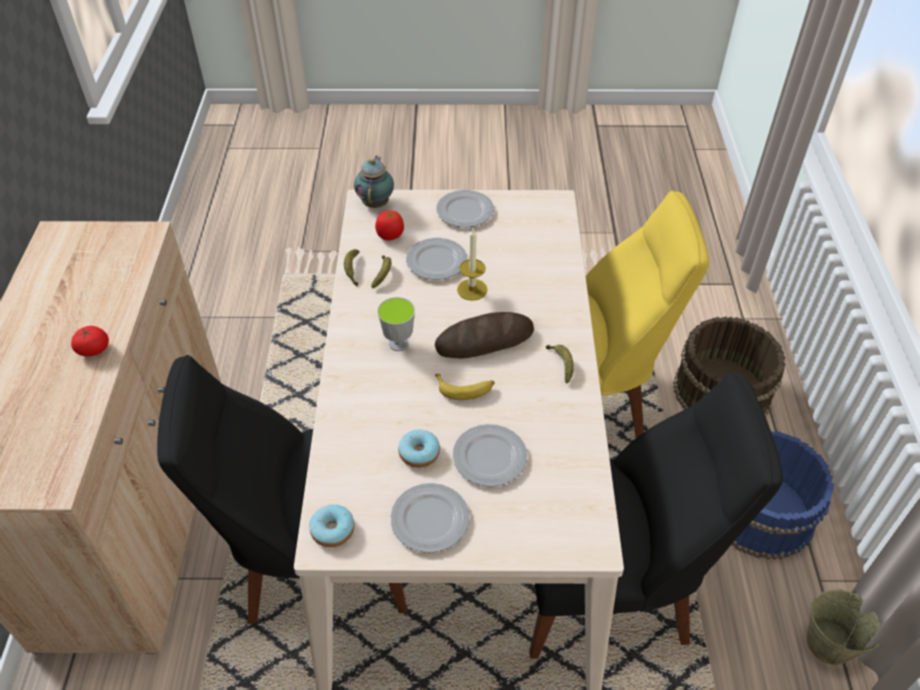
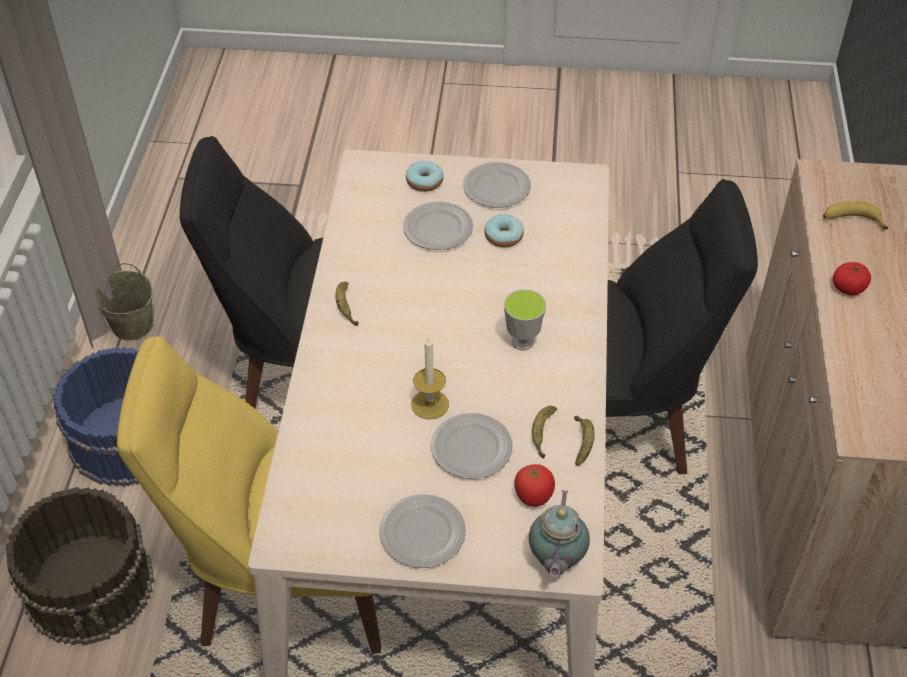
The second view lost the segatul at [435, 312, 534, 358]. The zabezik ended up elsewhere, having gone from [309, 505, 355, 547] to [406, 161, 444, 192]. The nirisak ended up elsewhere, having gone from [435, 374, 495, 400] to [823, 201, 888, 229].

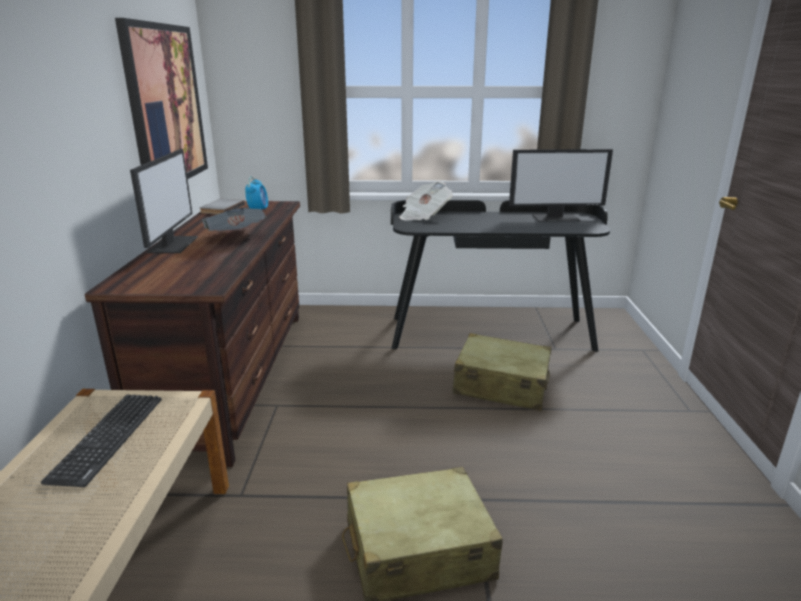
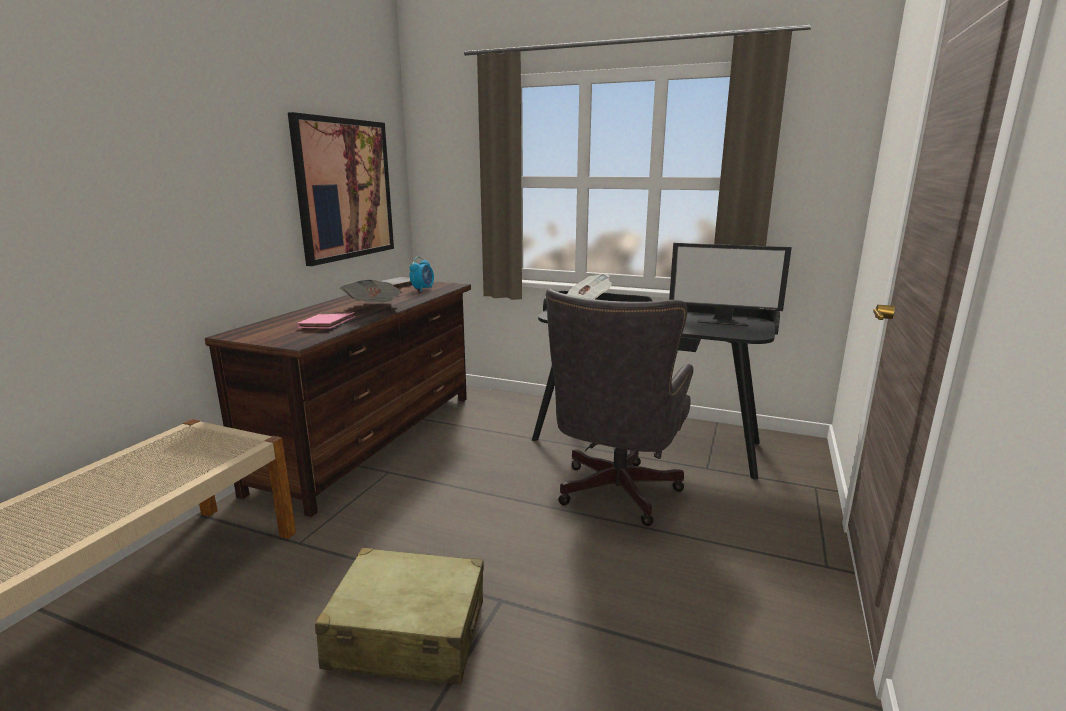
The second view lost the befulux at [41, 395, 162, 487]. The second view lost the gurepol at [130, 149, 198, 253]. The second view gained the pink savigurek at [297, 312, 355, 329]. Where the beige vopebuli stood at [453, 333, 551, 411], the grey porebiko came to stand at [546, 288, 693, 526].

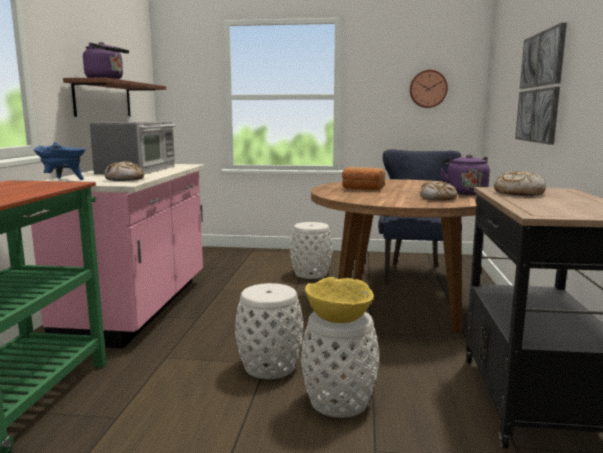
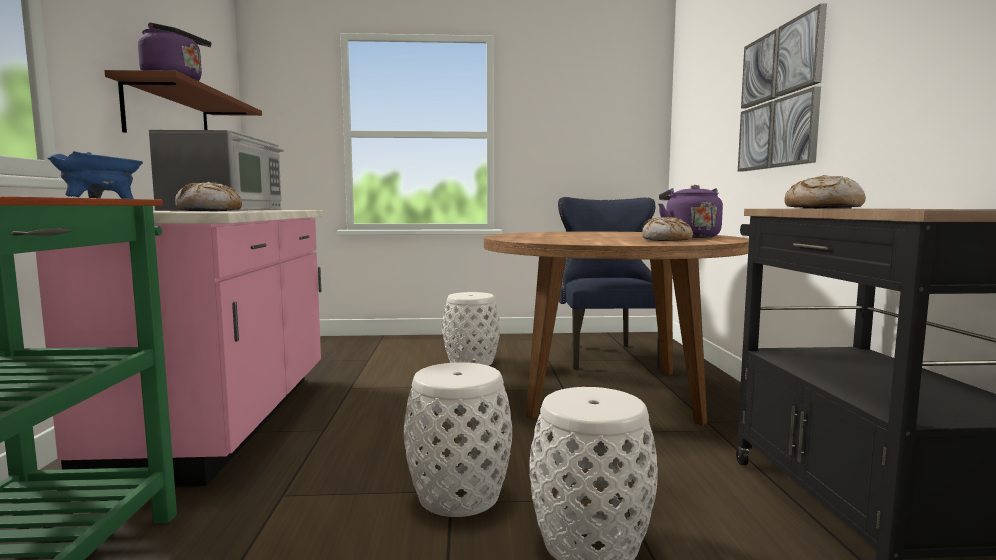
The second view lost the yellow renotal at [305, 277, 374, 323]. The second view lost the segatul at [342, 167, 385, 190]. The second view lost the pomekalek at [410, 70, 448, 108].

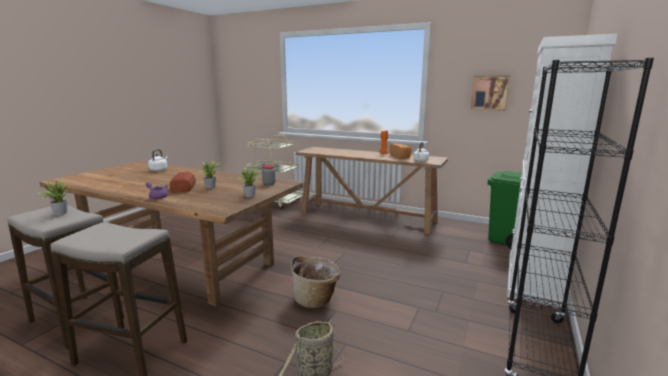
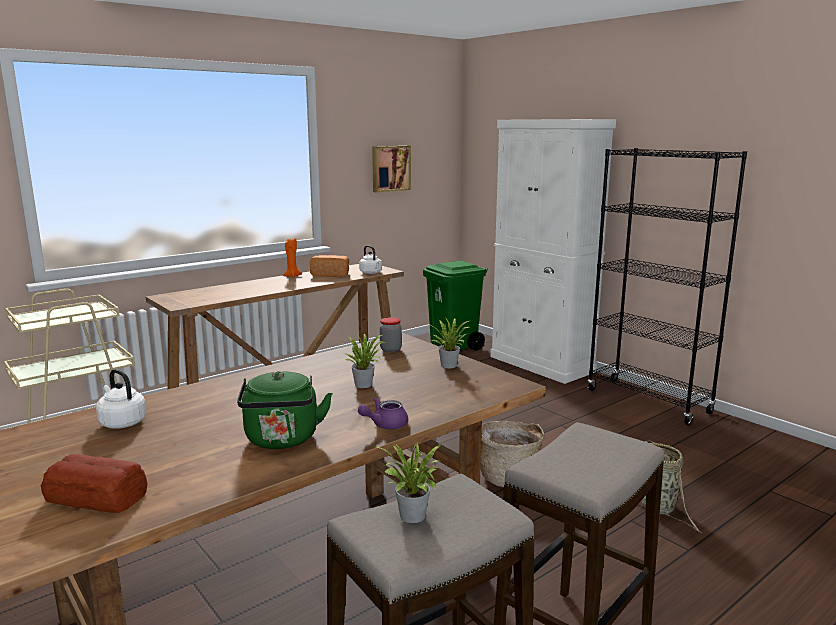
The second view gained the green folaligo at [237, 371, 332, 449]. The segatul ended up elsewhere, having gone from [170, 172, 196, 193] to [41, 454, 147, 513].

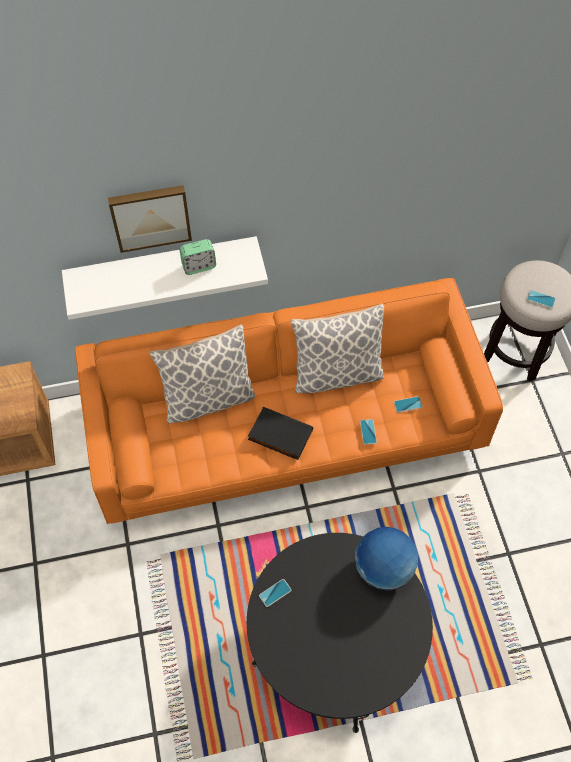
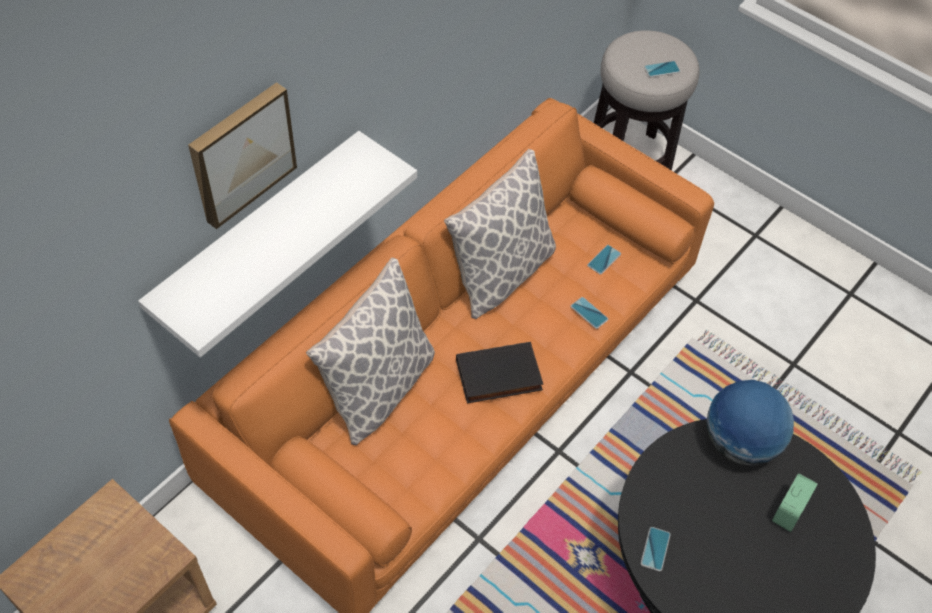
The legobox ended up elsewhere, having gone from [179, 239, 216, 275] to [772, 473, 818, 532].

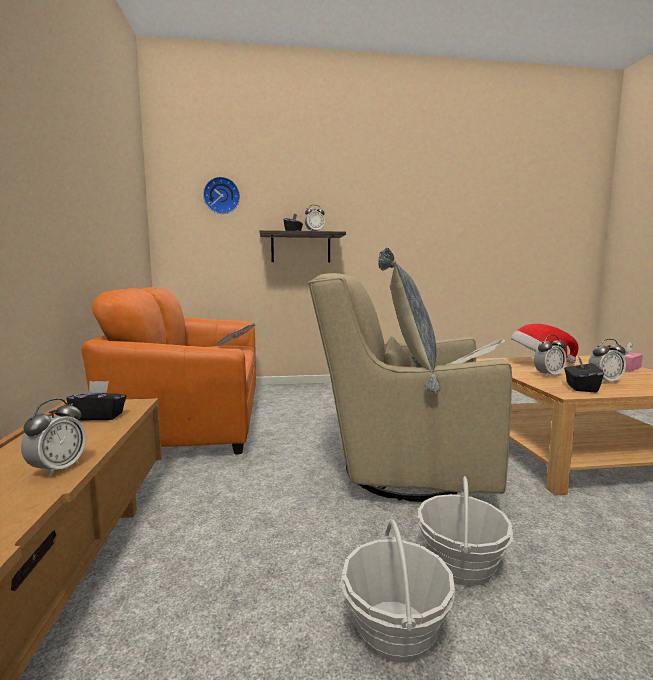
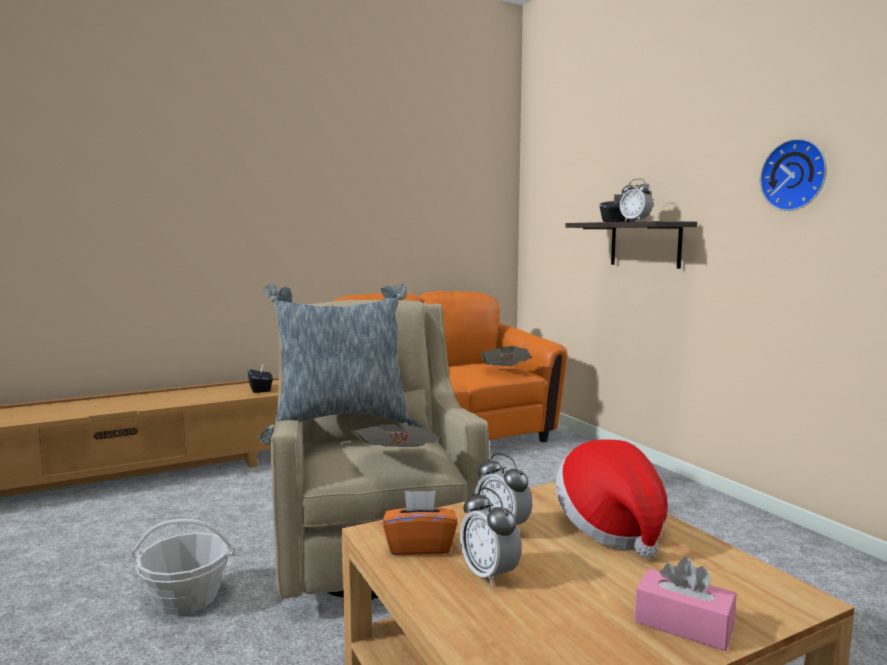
The second view lost the legobox at [21, 398, 86, 477]. The second view lost the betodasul at [341, 519, 455, 662]. The pomekalek ended up elsewhere, having gone from [203, 177, 240, 214] to [760, 138, 827, 211]. What was the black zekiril at [564, 357, 604, 392] turned into the orange zekiril at [382, 491, 458, 555].

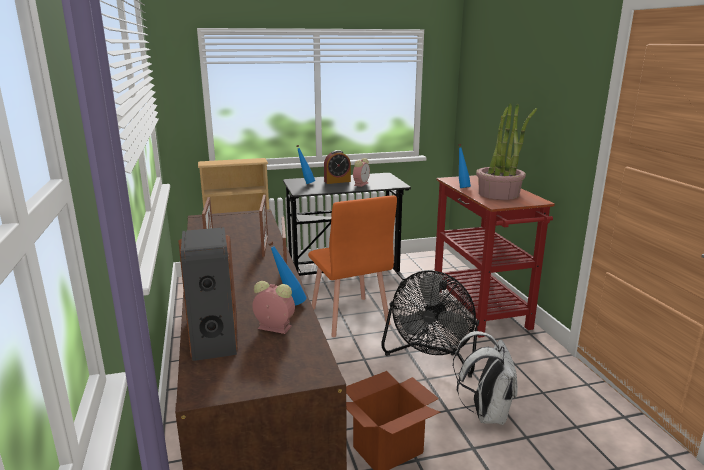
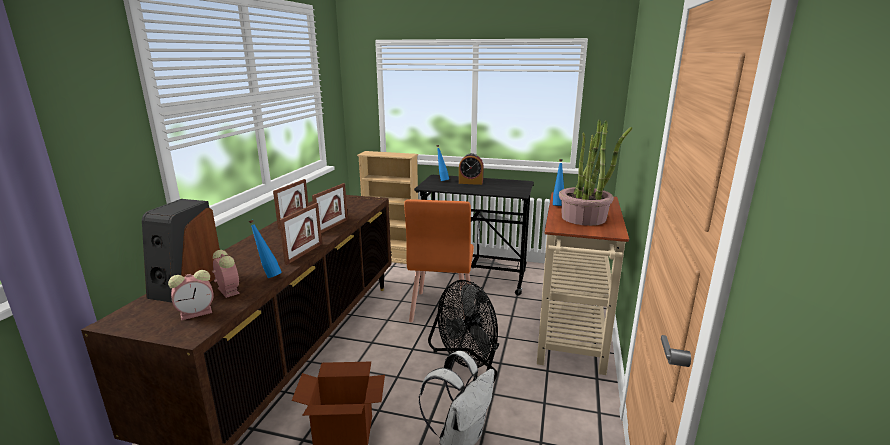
The legobox ended up elsewhere, having gone from [353, 158, 370, 187] to [168, 270, 214, 321]. What was the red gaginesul at [434, 175, 555, 338] turned into the beige gaginesul at [537, 192, 629, 375].

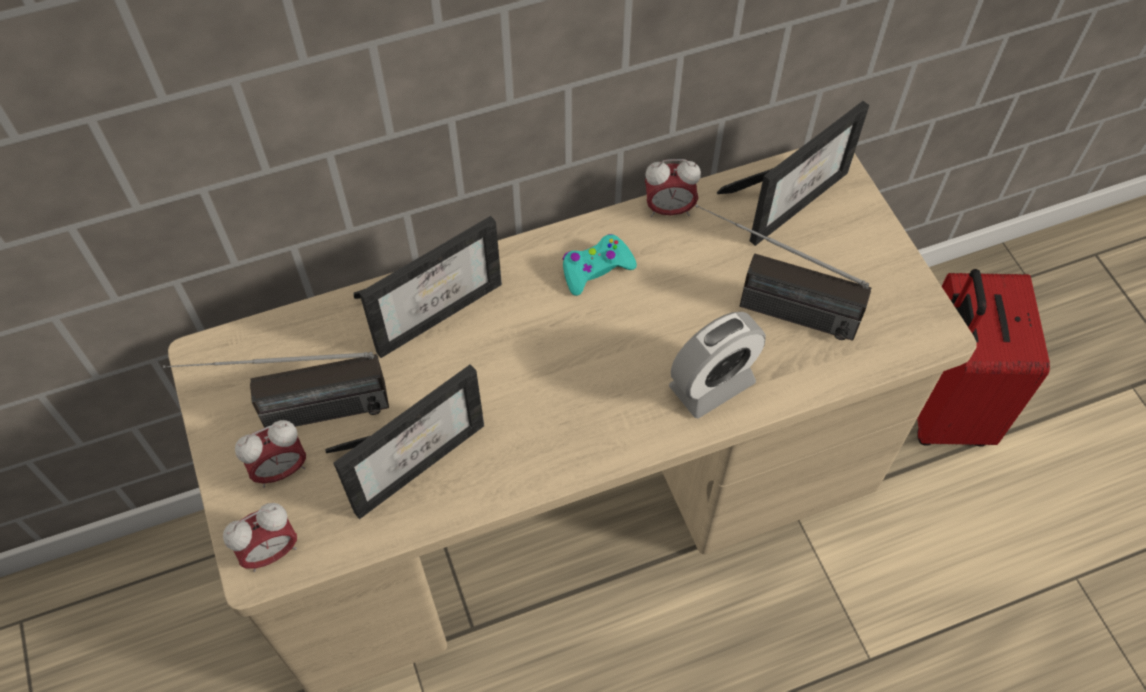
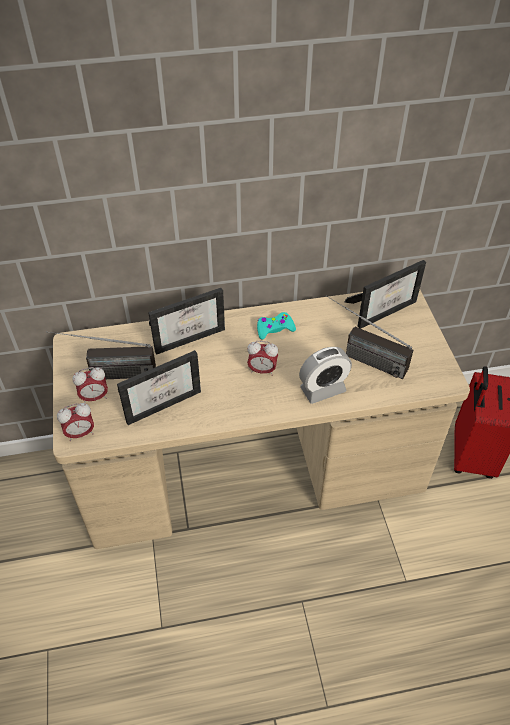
The legobox ended up elsewhere, having gone from [645, 159, 701, 217] to [247, 341, 278, 376].

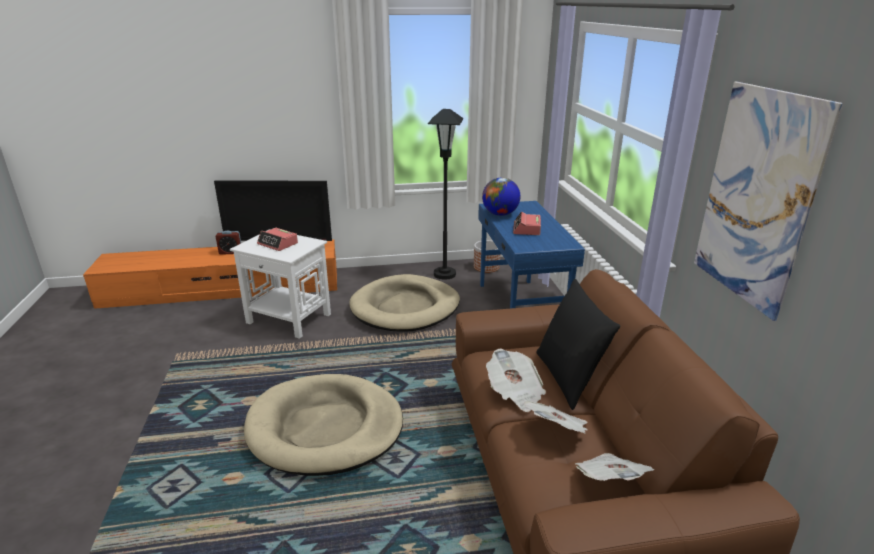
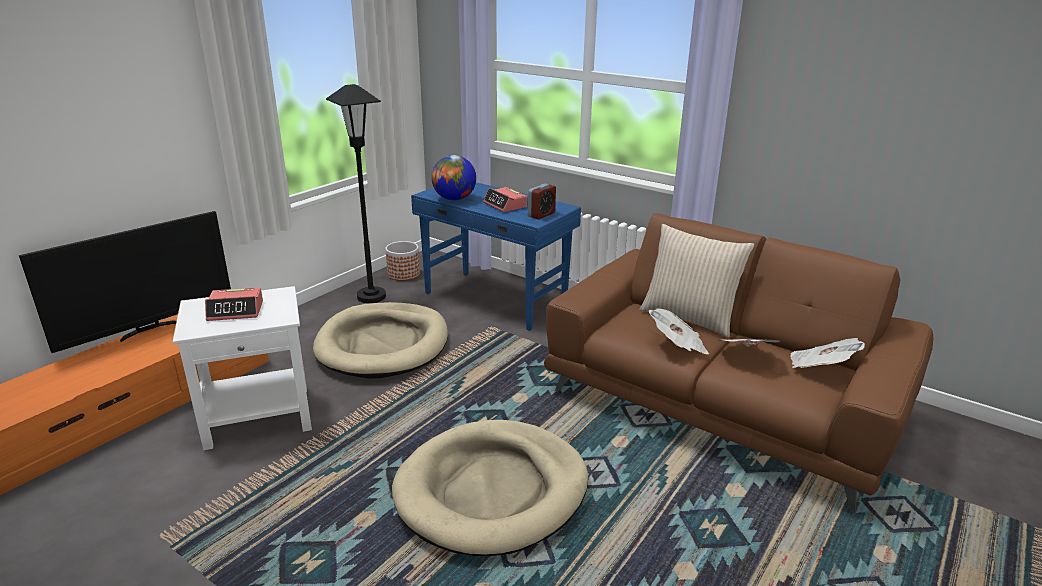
The second view lost the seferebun at [694, 81, 843, 321]. The legobox ended up elsewhere, having gone from [216, 231, 241, 255] to [528, 184, 556, 219]. What was the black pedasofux at [536, 279, 620, 410] turned into the beige pedasofux at [640, 224, 754, 338].

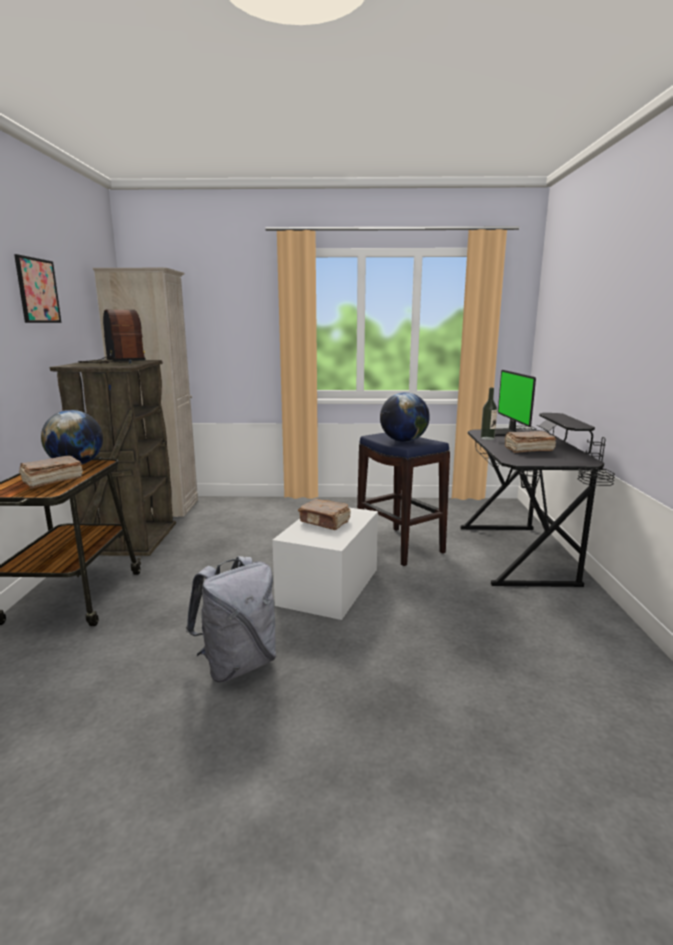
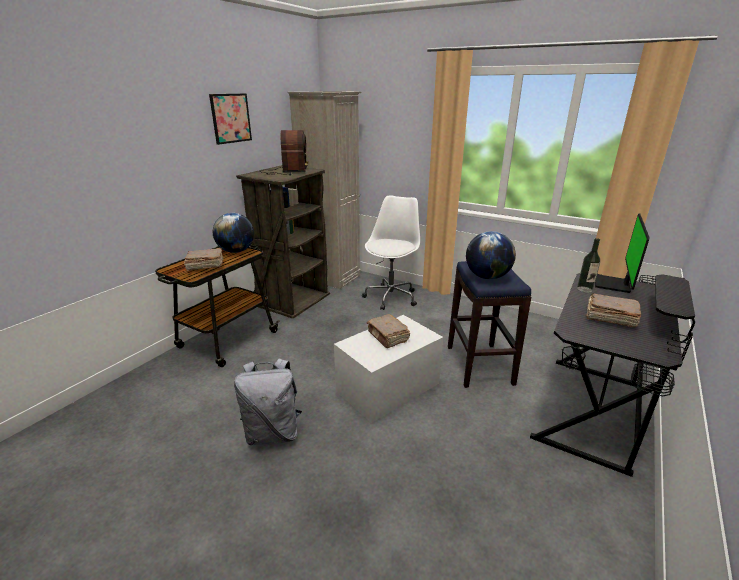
The second view gained the white porebiko at [362, 195, 420, 310].

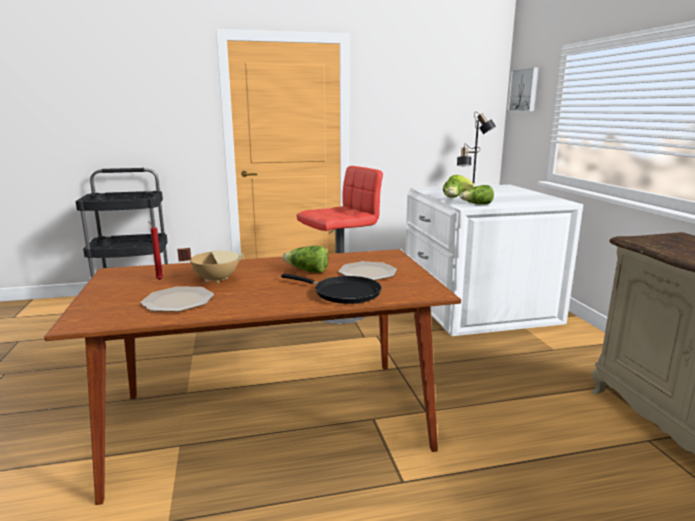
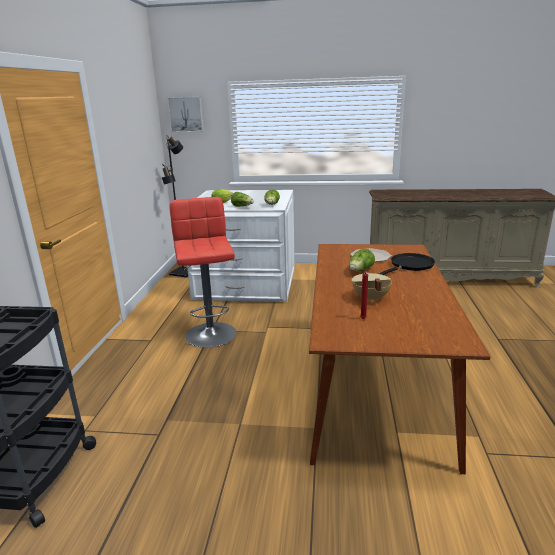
The second view lost the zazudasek at [141, 286, 214, 312].

